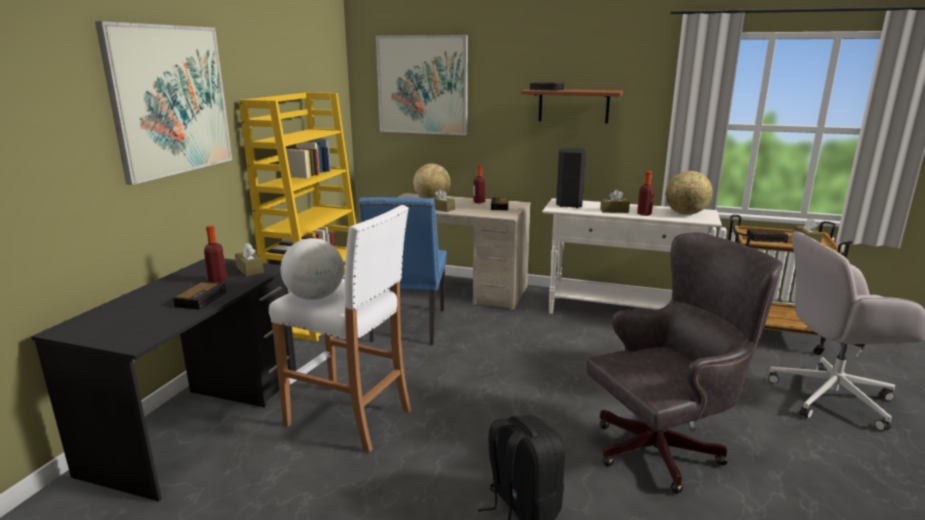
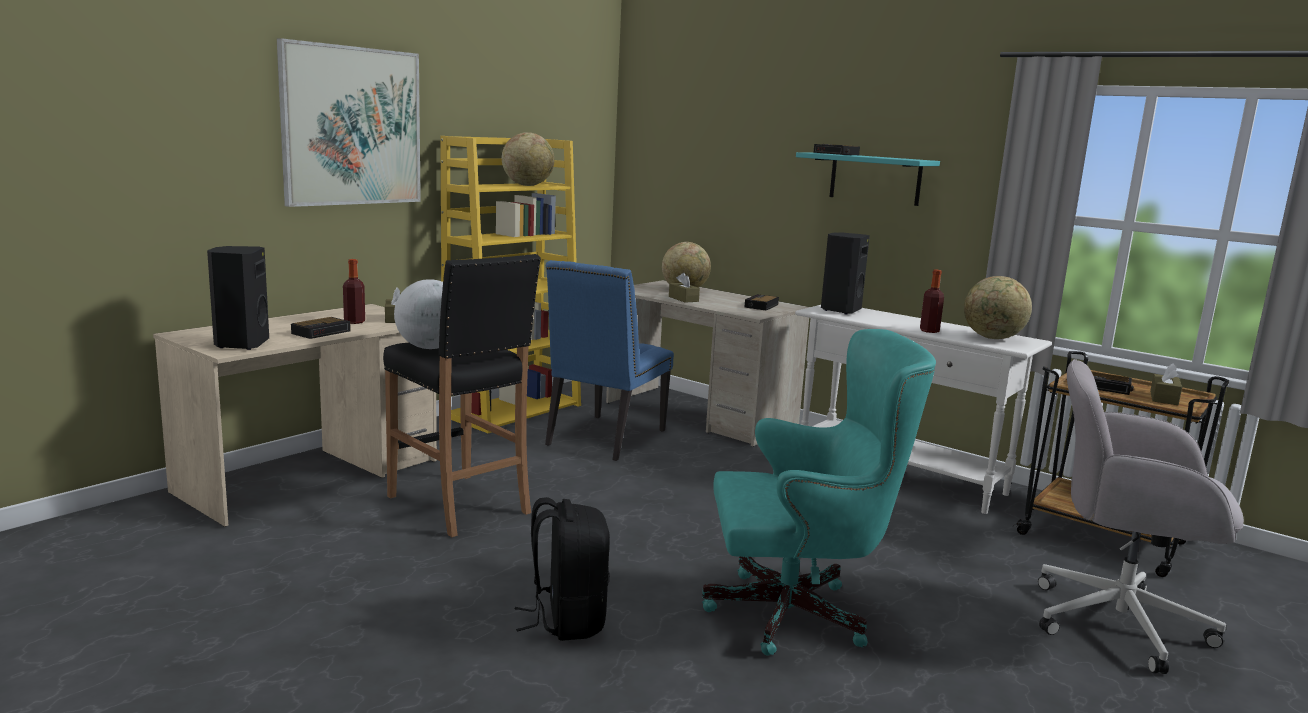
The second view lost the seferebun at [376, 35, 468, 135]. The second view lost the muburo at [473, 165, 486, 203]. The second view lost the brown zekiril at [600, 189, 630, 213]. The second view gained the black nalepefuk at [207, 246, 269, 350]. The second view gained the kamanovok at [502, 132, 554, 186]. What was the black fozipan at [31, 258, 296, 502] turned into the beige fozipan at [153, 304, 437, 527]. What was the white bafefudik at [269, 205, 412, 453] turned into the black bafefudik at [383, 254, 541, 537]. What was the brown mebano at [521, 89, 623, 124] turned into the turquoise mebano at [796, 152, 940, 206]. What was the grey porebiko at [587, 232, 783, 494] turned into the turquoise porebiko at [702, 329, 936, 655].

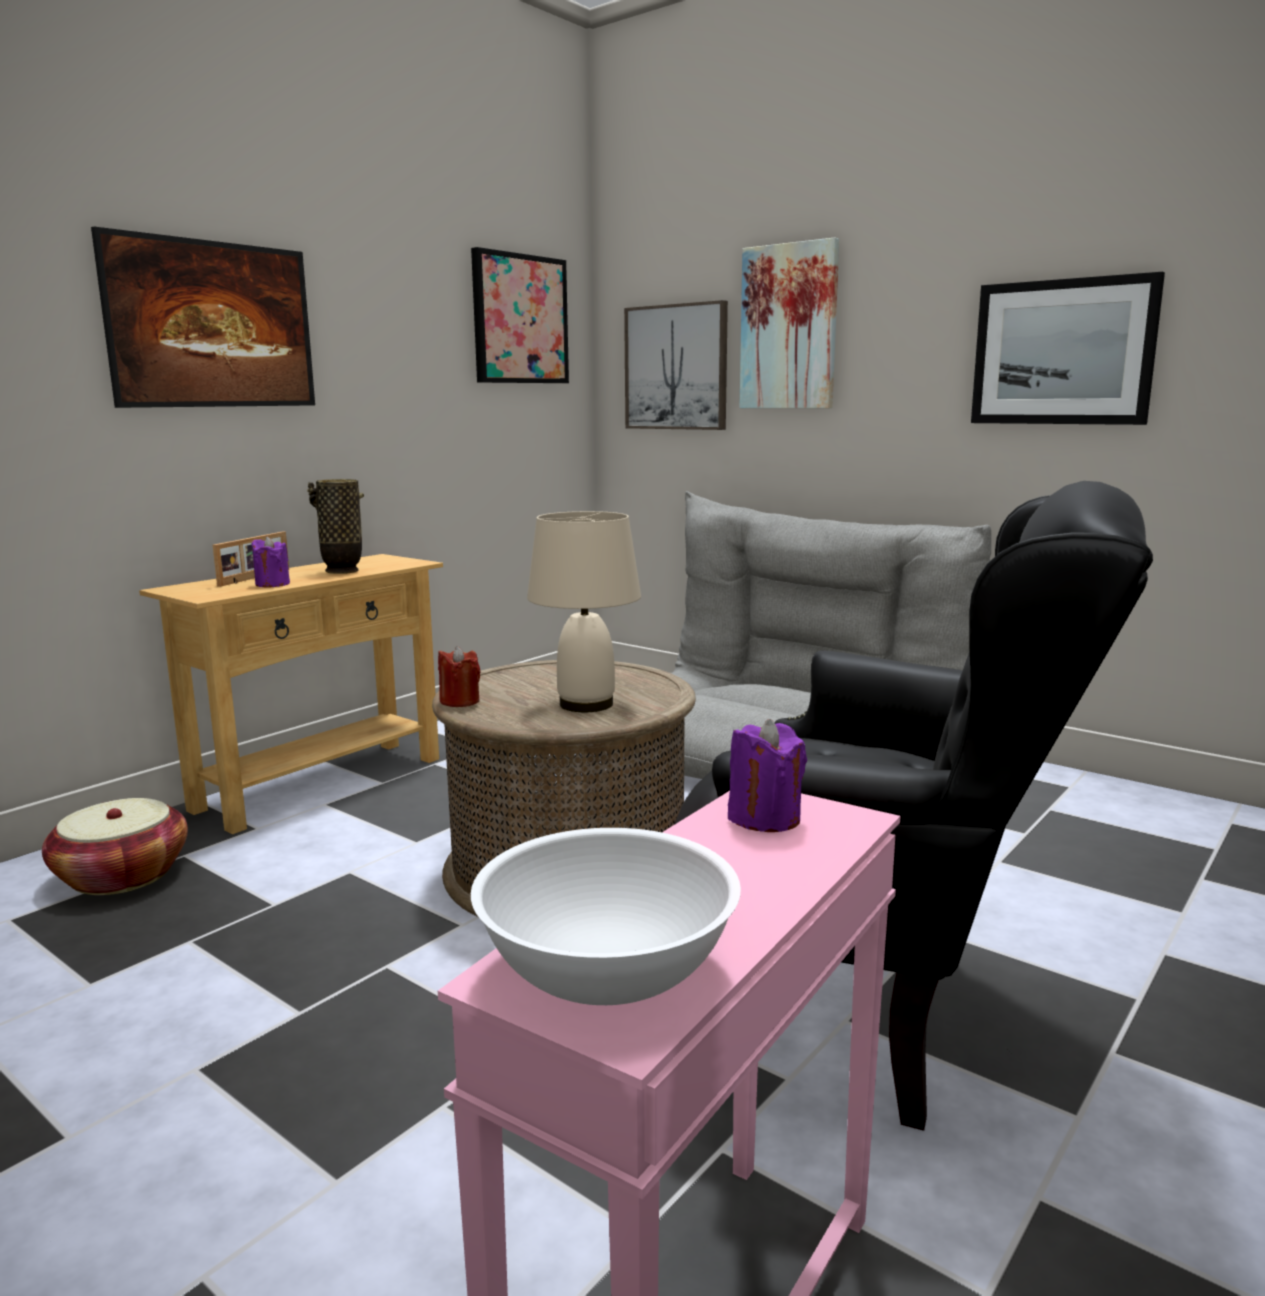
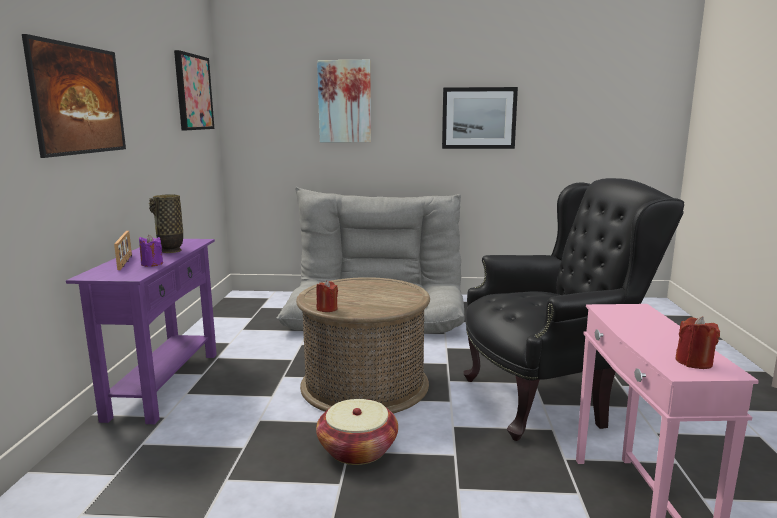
The second view lost the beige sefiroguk at [527, 511, 641, 712]. The second view lost the seferebun at [624, 300, 728, 430]. The second view lost the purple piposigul at [728, 719, 807, 832]. The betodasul ended up elsewhere, having gone from [42, 798, 188, 895] to [316, 399, 398, 465]. Where the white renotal stood at [471, 828, 741, 1005], the red piposigul came to stand at [676, 316, 720, 369]. What was the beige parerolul at [139, 554, 443, 834] turned into the purple parerolul at [66, 239, 217, 424].

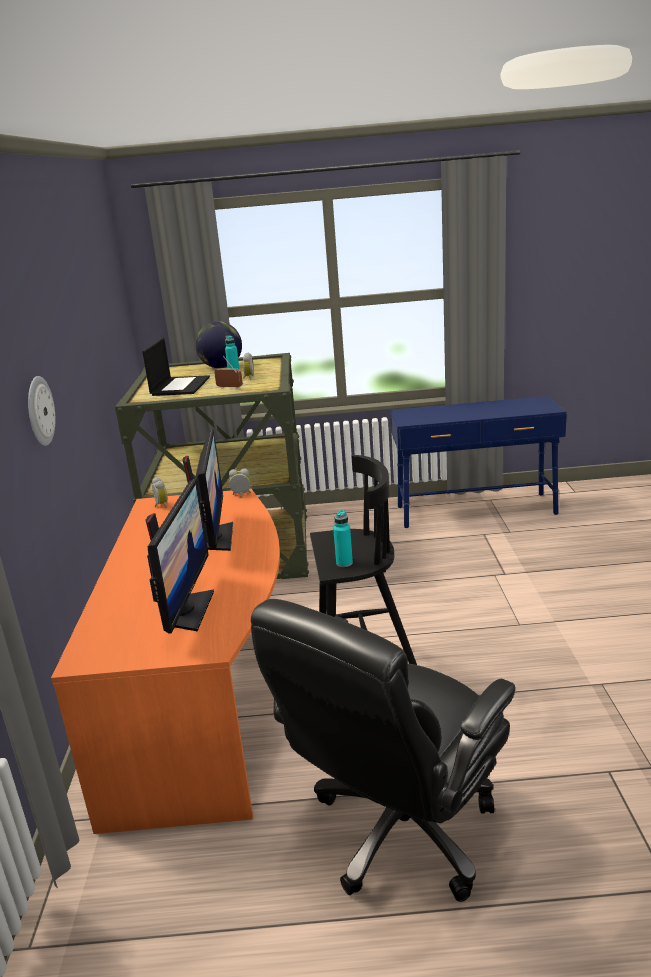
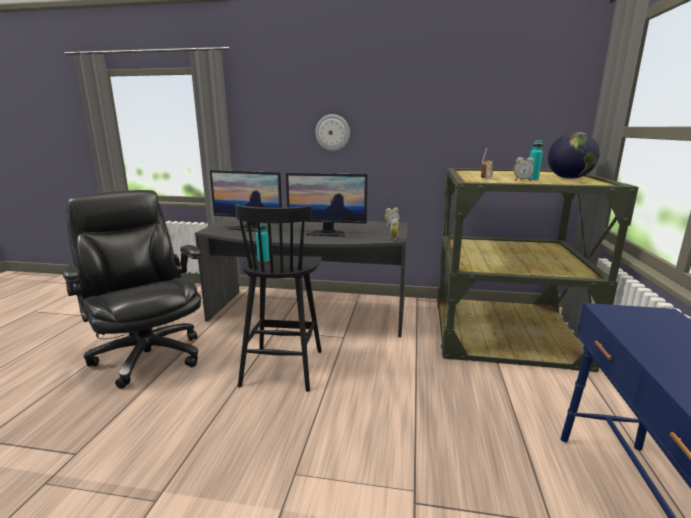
The second view lost the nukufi at [142, 338, 210, 396]. What was the orange fozipan at [51, 489, 280, 834] turned into the grey fozipan at [195, 217, 408, 337].

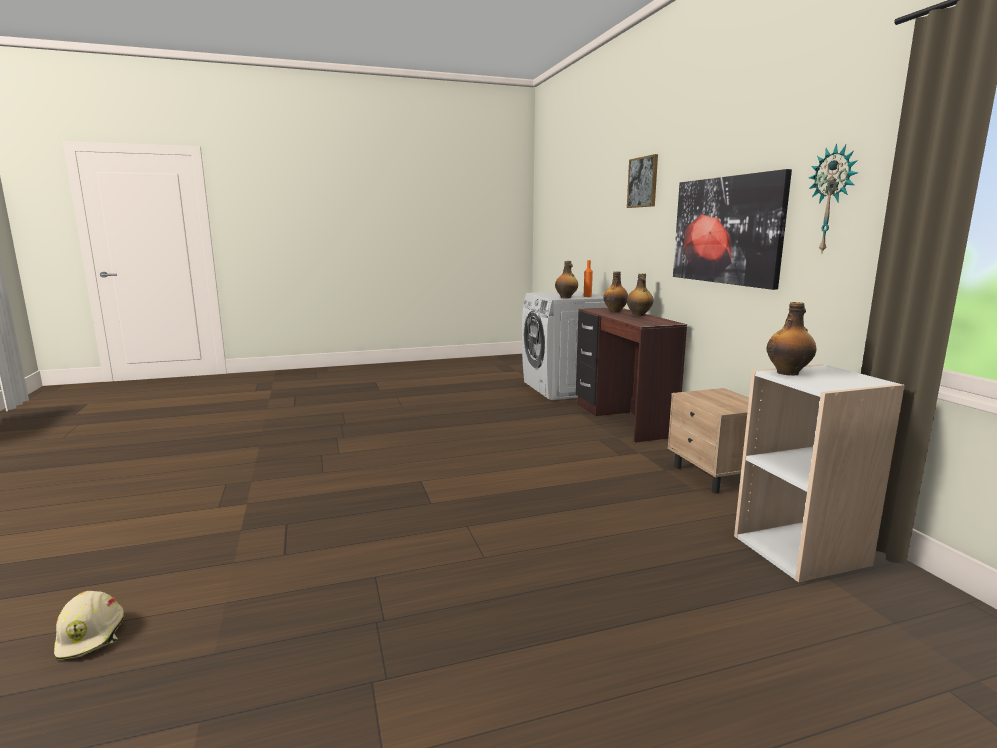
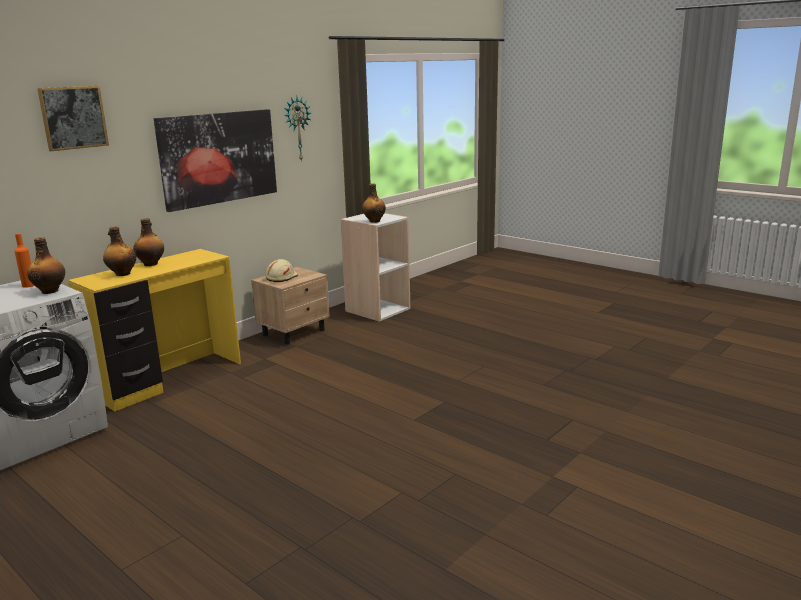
The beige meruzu ended up elsewhere, having gone from [54, 591, 124, 660] to [265, 259, 298, 282]. What was the brown fozipan at [576, 307, 687, 443] turned into the yellow fozipan at [68, 249, 241, 412].

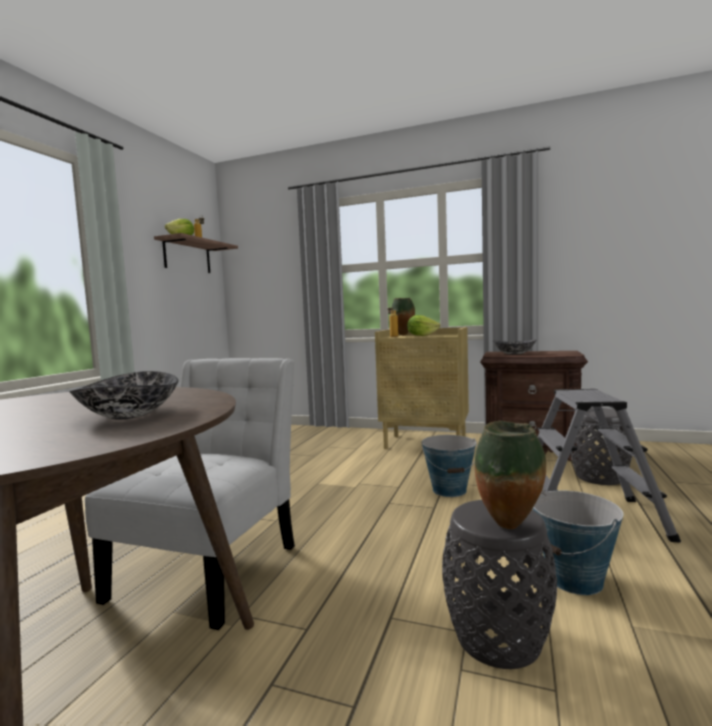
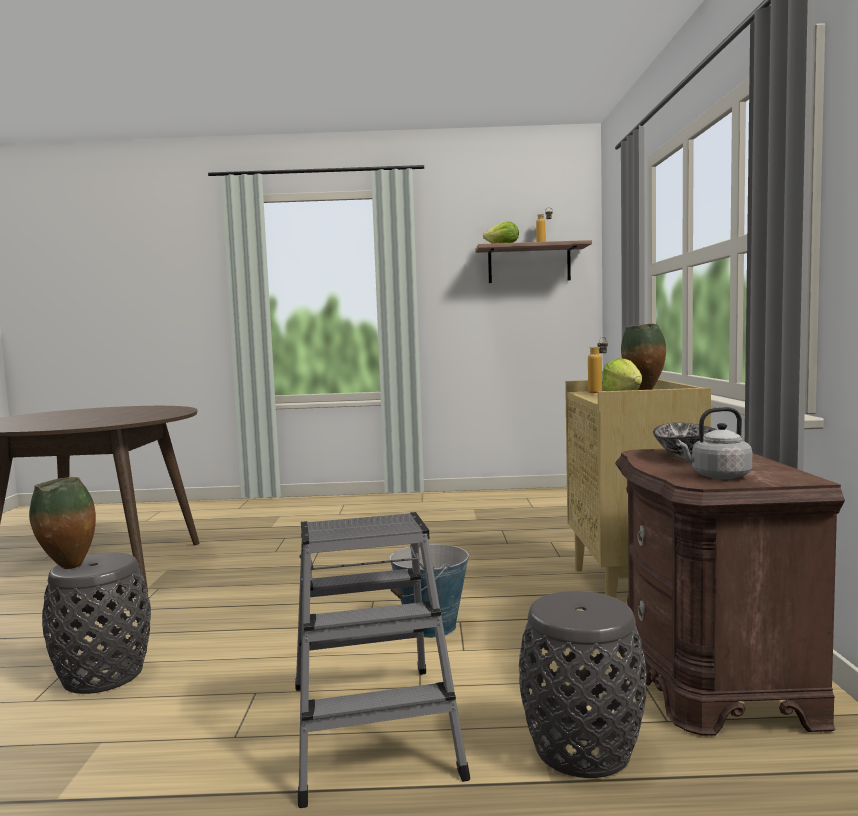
The second view lost the renotal at [69, 371, 178, 419]. The second view lost the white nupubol at [85, 358, 295, 630]. The second view lost the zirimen at [532, 490, 624, 595]. The second view gained the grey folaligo at [676, 407, 752, 479].

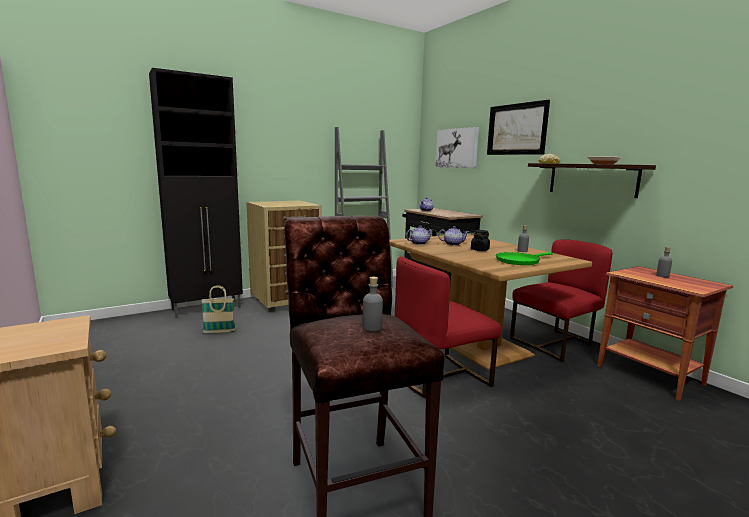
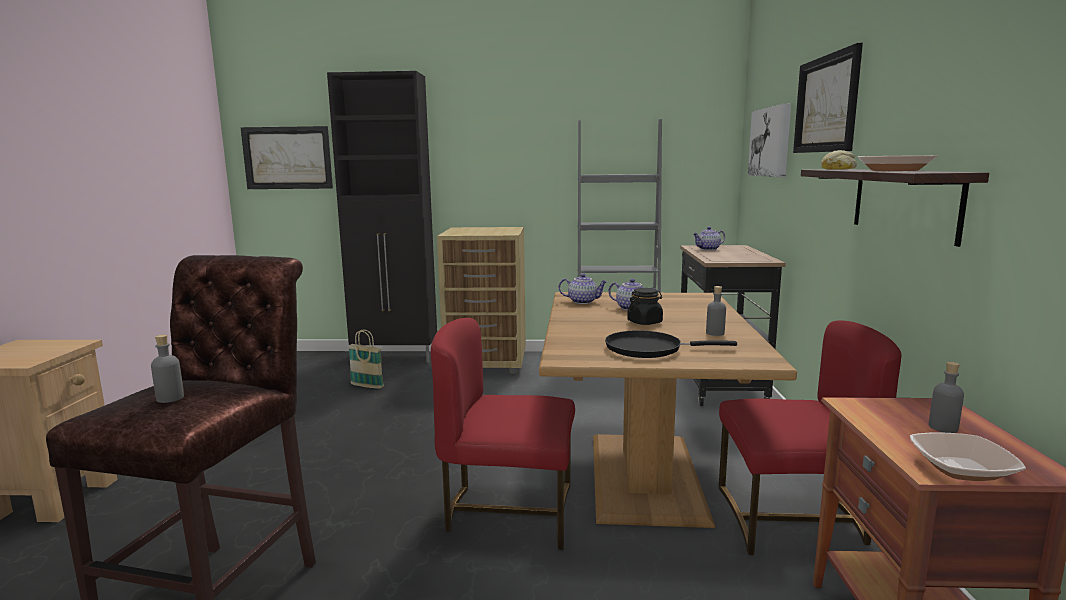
The second view gained the seferebun at [241, 126, 333, 189]. The second view gained the renotal at [910, 432, 1026, 481]. What was the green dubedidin at [496, 252, 553, 265] turned into the black dubedidin at [605, 330, 737, 358].

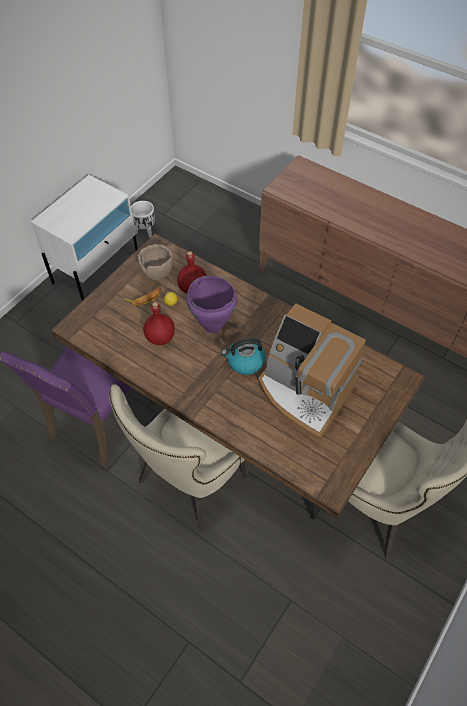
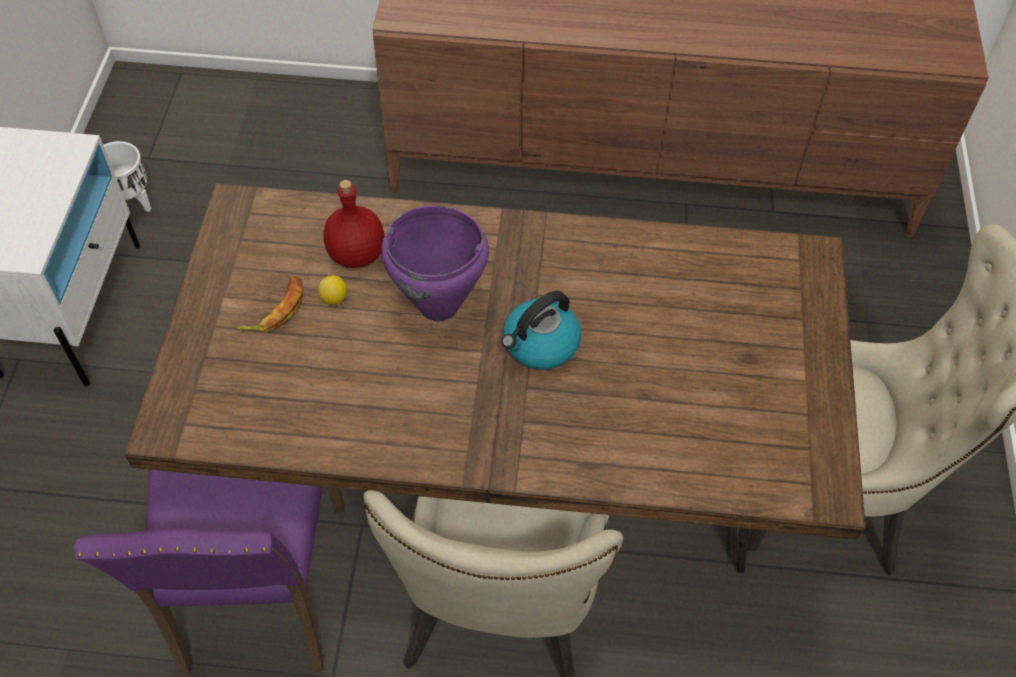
The second view lost the brown renotal at [138, 244, 173, 280]. The second view lost the red muburo at [144, 302, 175, 345]. The second view lost the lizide at [258, 303, 366, 440].

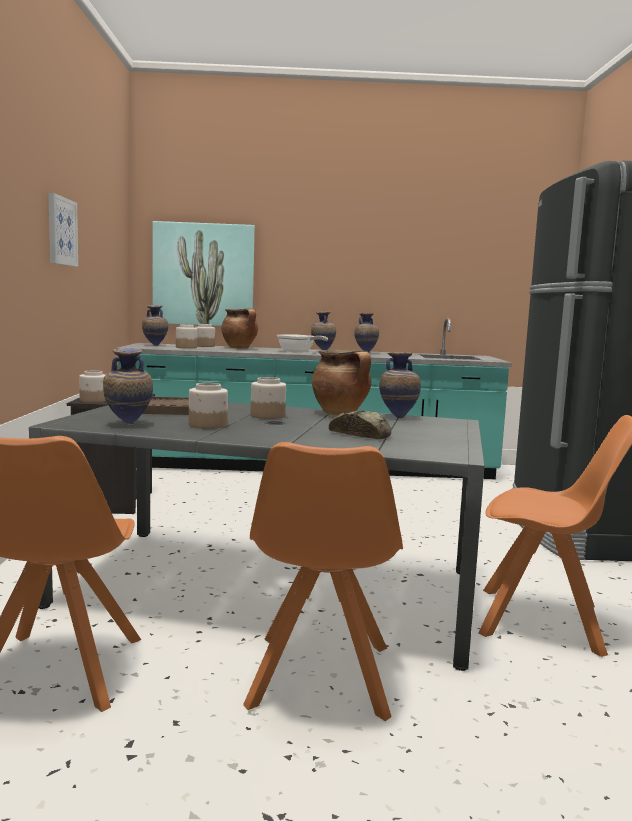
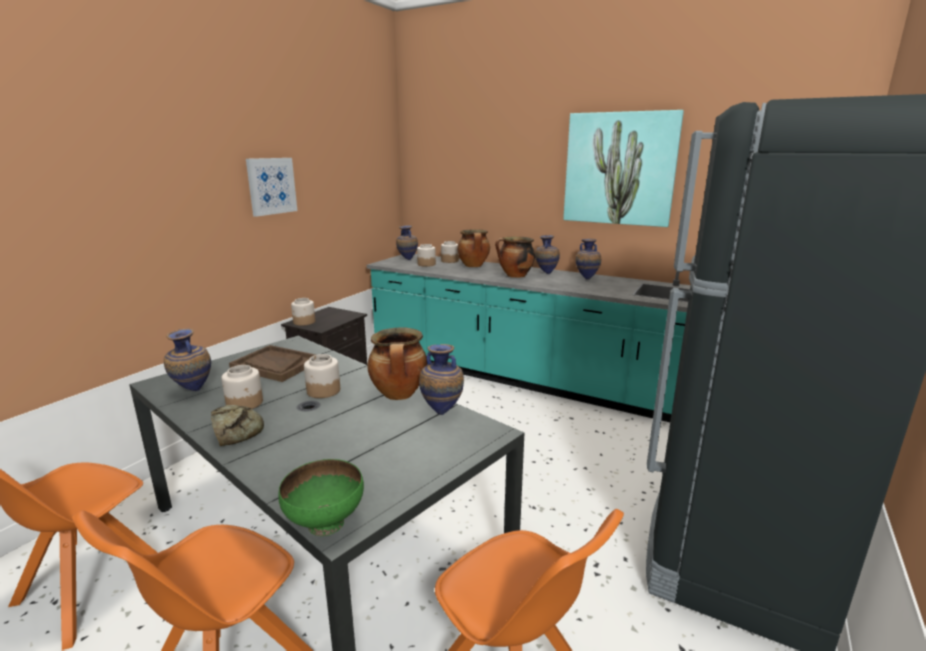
The second view gained the green renotal at [278, 459, 364, 536]. The seferebun ended up elsewhere, having gone from [153, 221, 255, 326] to [563, 110, 684, 227]. The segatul ended up elsewhere, having gone from [329, 410, 391, 439] to [211, 405, 264, 446]. Where the dubedidin stood at [277, 334, 328, 352], the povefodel came to stand at [495, 236, 535, 278].

